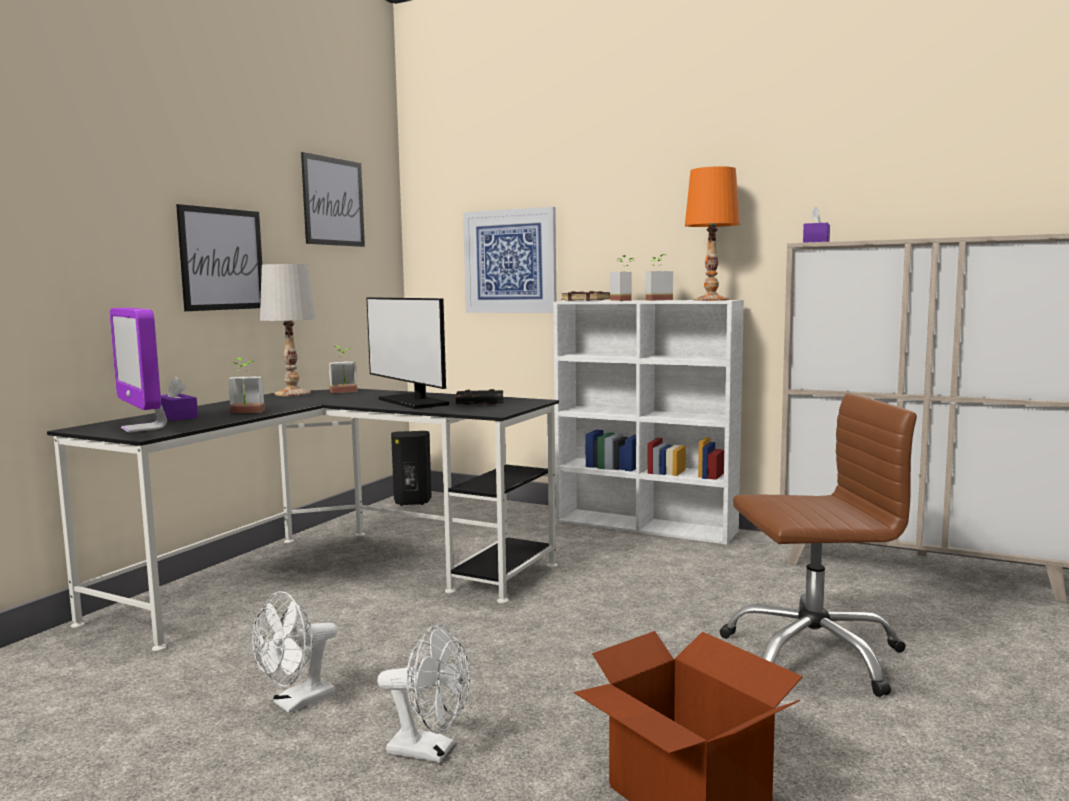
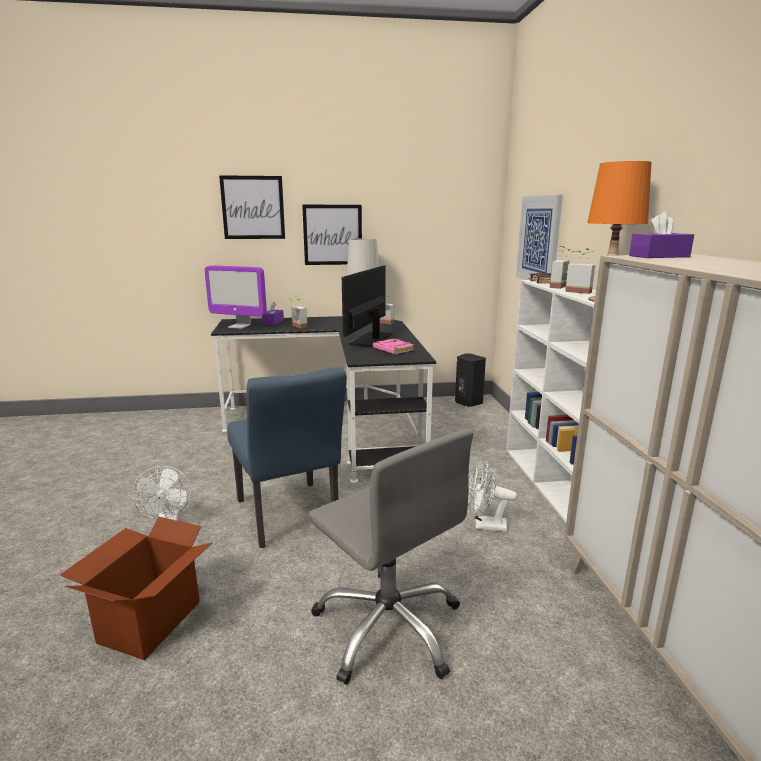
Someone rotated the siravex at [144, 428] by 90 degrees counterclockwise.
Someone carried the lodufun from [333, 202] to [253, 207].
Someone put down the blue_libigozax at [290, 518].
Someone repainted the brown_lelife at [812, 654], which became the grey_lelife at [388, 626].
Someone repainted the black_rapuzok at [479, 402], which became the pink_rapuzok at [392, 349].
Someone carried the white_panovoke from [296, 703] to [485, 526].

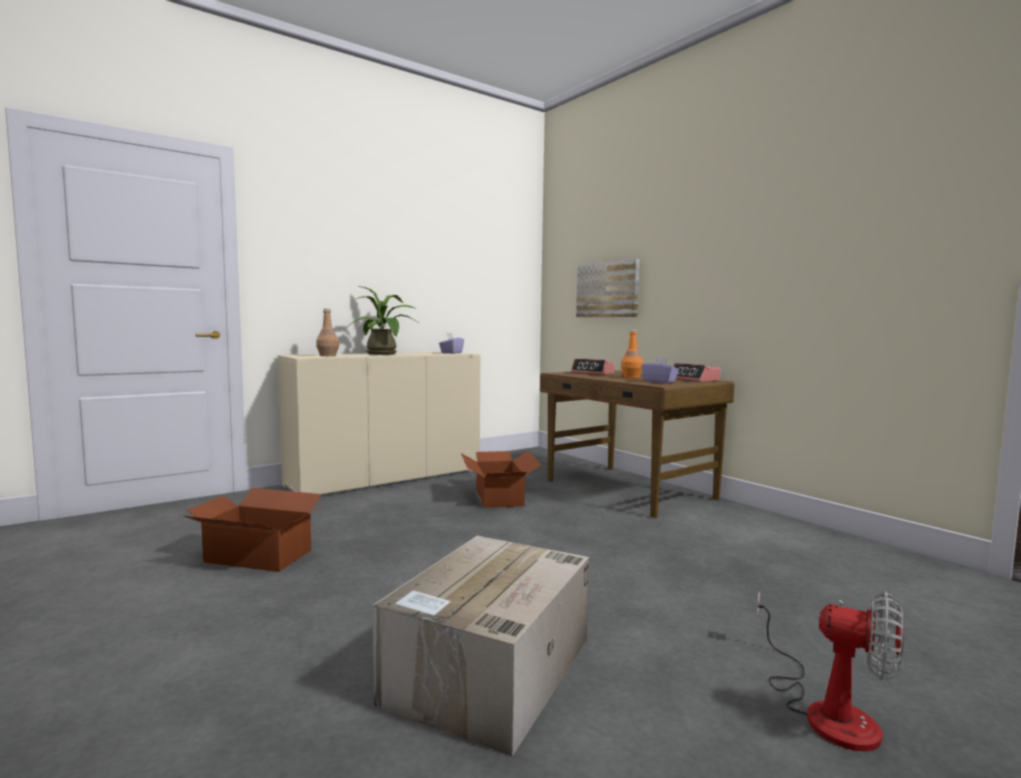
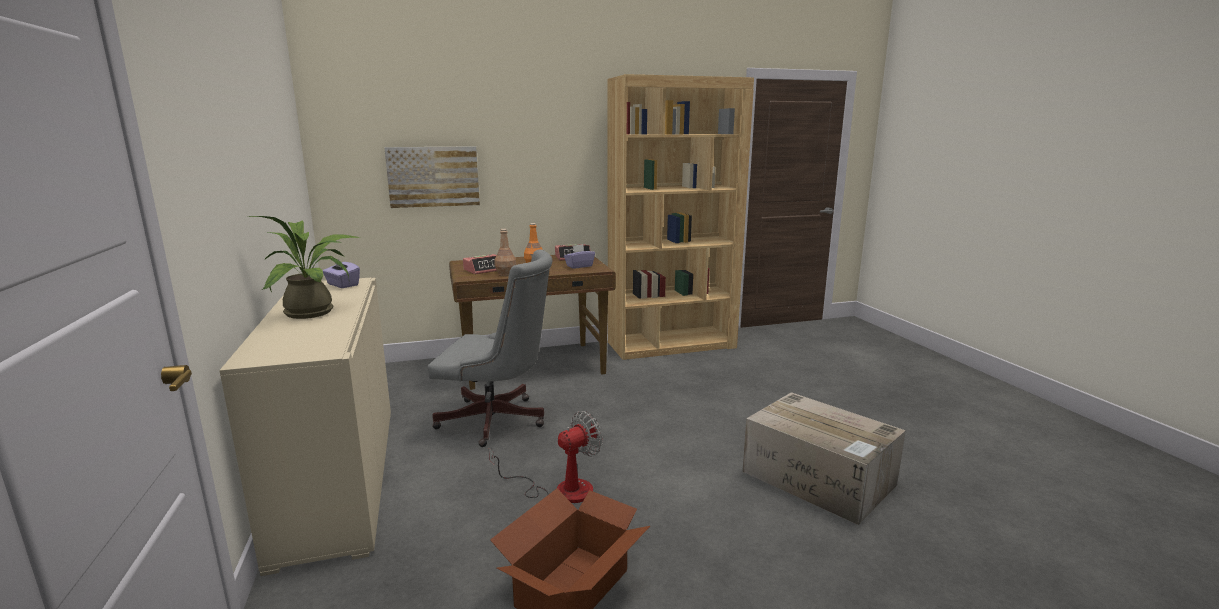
Someone swapped the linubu at [498, 497] for the grey_lelife at [498, 421].
Someone carried the panovoke from [826, 710] to [560, 490].
Someone carried the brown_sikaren from [328, 355] to [506, 274].
Someone put down the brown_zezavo at [672, 345].

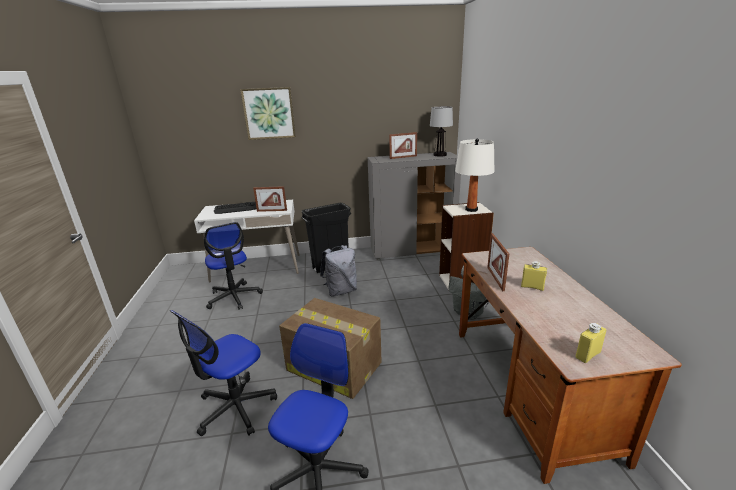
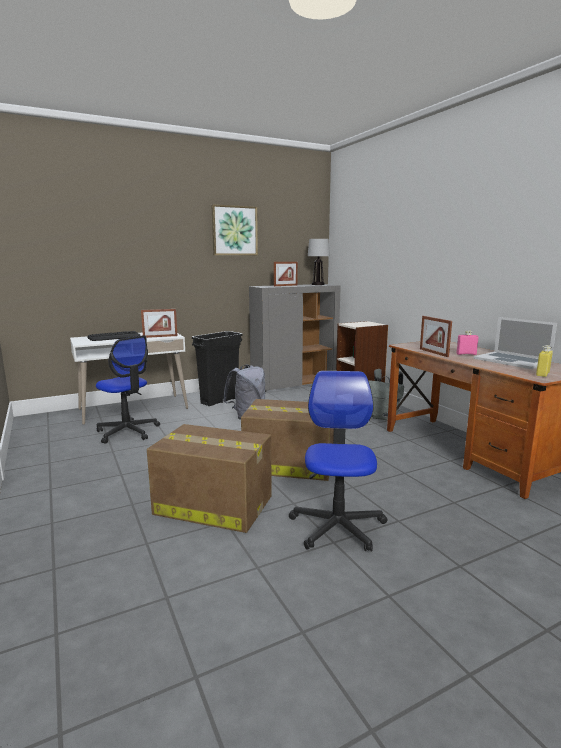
Someone swapped the lelife at [235, 408] for the linubu at [212, 505].
Someone carried the lodufun from [269, 113] to [234, 231].
Someone repainted the yellow_sikaren at [532, 287], which became the pink_sikaren at [466, 354].
Someone put down the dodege at [512, 360].
Someone took away the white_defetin at [471, 209].

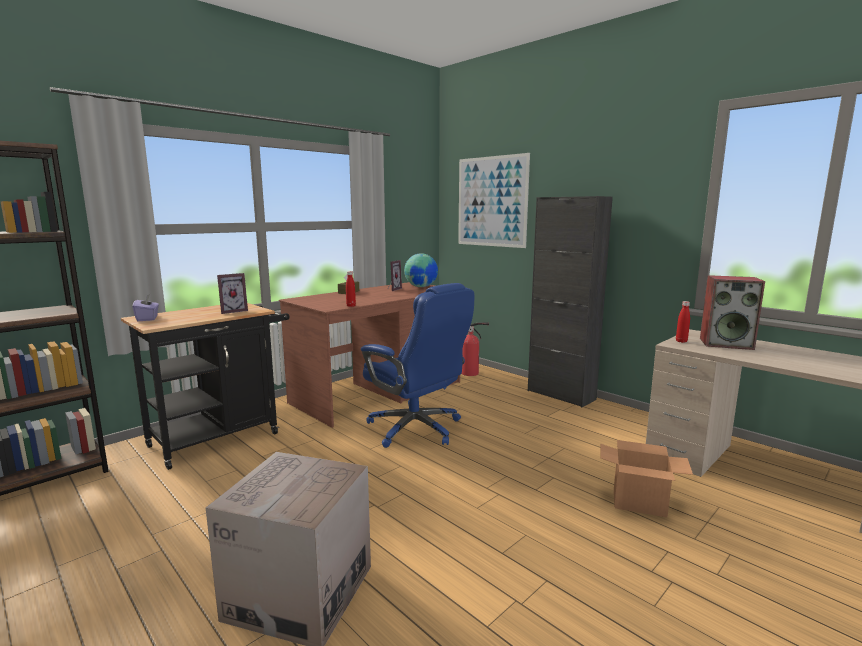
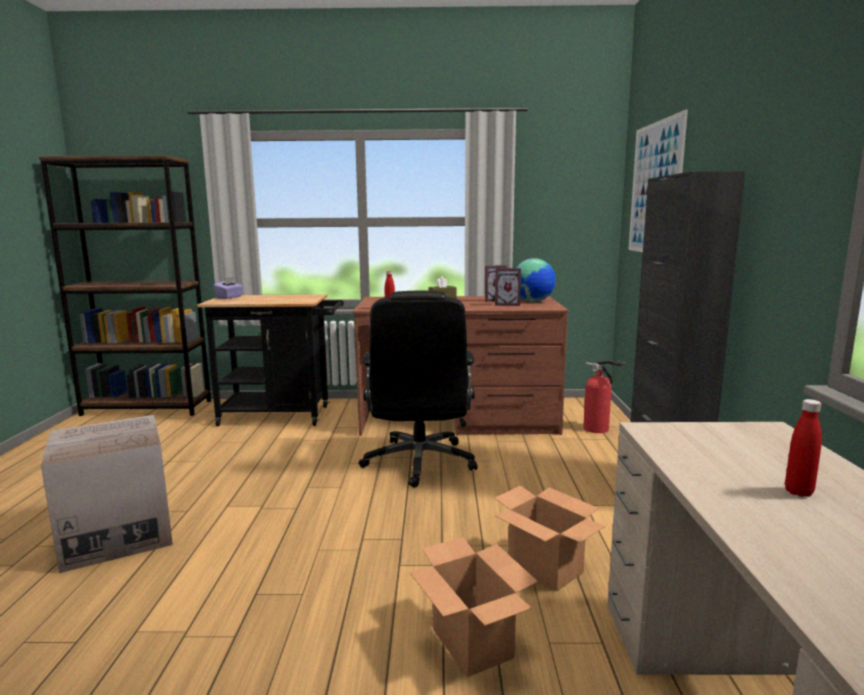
Someone repainted the blue_lelife at [416, 429], which became the black_lelife at [419, 462].
Someone carried the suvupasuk from [232, 311] to [507, 304].
Someone put down the linubu at [546, 568].
Someone carried the red_sikaren from [681, 341] to [798, 492].
Someone took away the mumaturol at [726, 344].

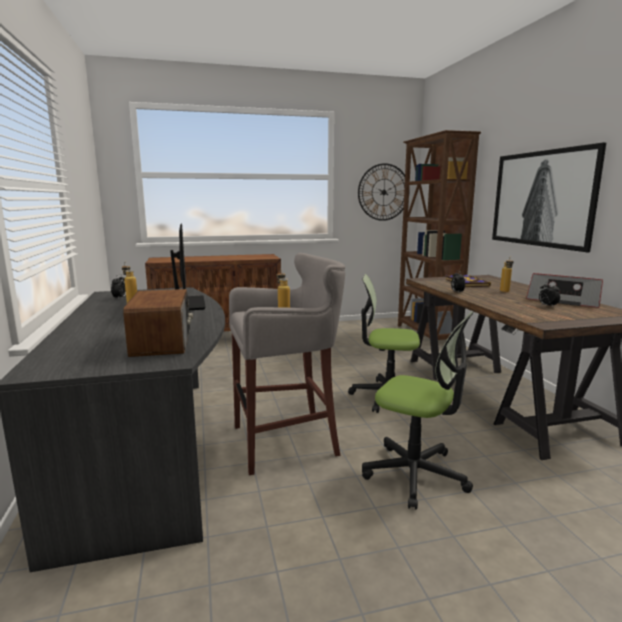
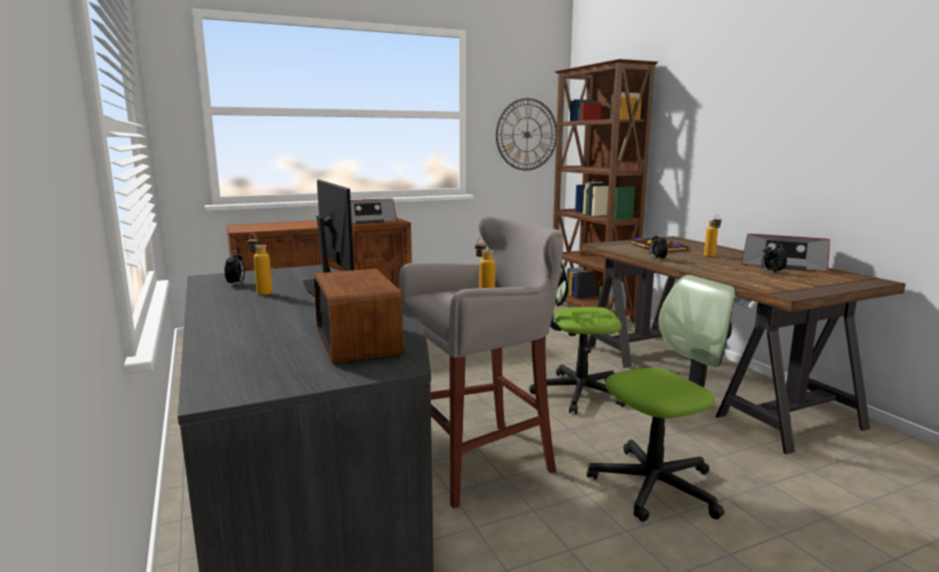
Someone put down the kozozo at [366, 221].
Someone rotated the lelife at [415, 474] by 45 degrees counterclockwise.
Someone took away the lodufun at [541, 198].

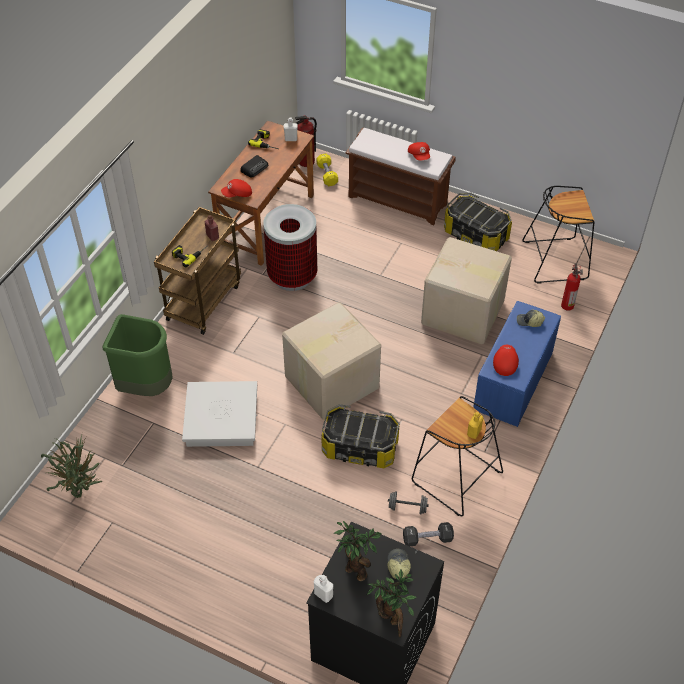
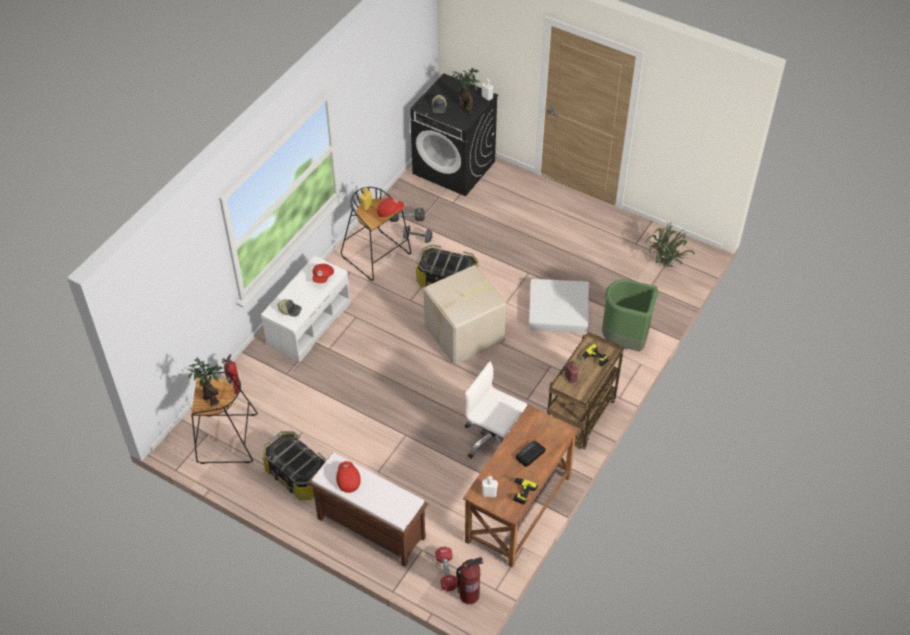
Someone carried the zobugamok from [391, 619] to [210, 398].
Someone repainted the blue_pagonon at [514, 382], which became the white_pagonon at [308, 323].
Someone carried the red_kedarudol from [237, 194] to [389, 211].
Someone repainted the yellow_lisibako at [327, 175], which became the red_lisibako at [446, 572].
Someone swapped the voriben at [292, 276] for the white_lelife at [493, 440].
Someone took away the linubu at [463, 313].

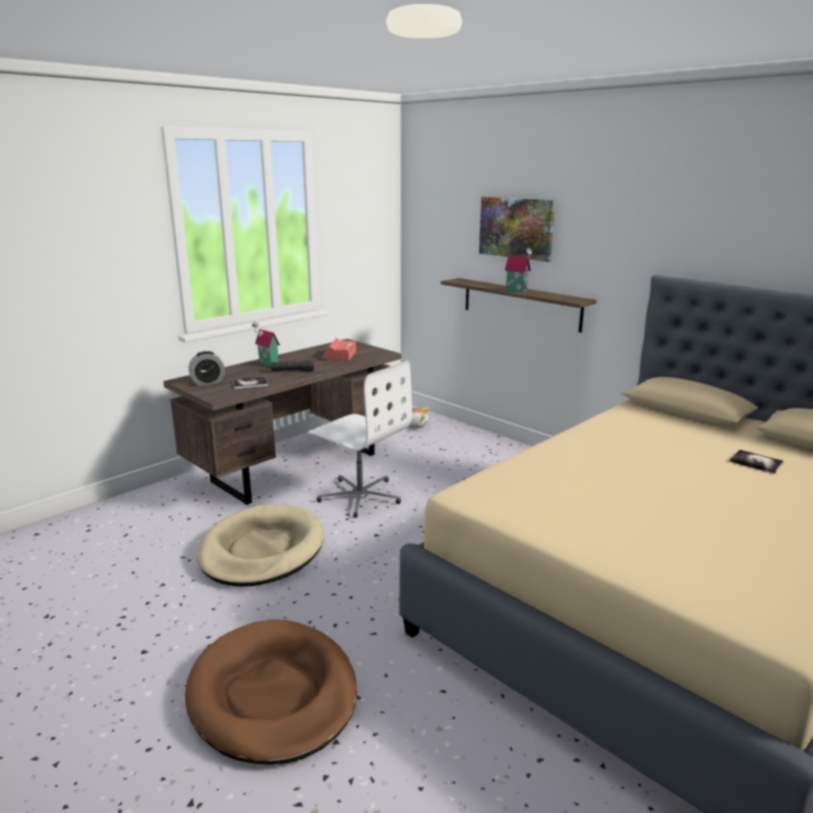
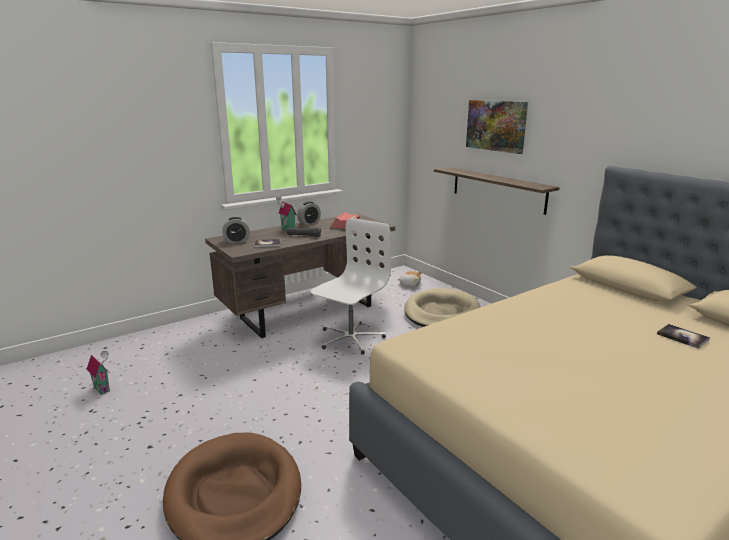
Someone carried the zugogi from [517, 290] to [103, 388].
Someone put down the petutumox at [309, 223].
Someone rotated the white_lelife at [360, 496] by 105 degrees counterclockwise.
Someone carried the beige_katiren from [262, 550] to [441, 313].

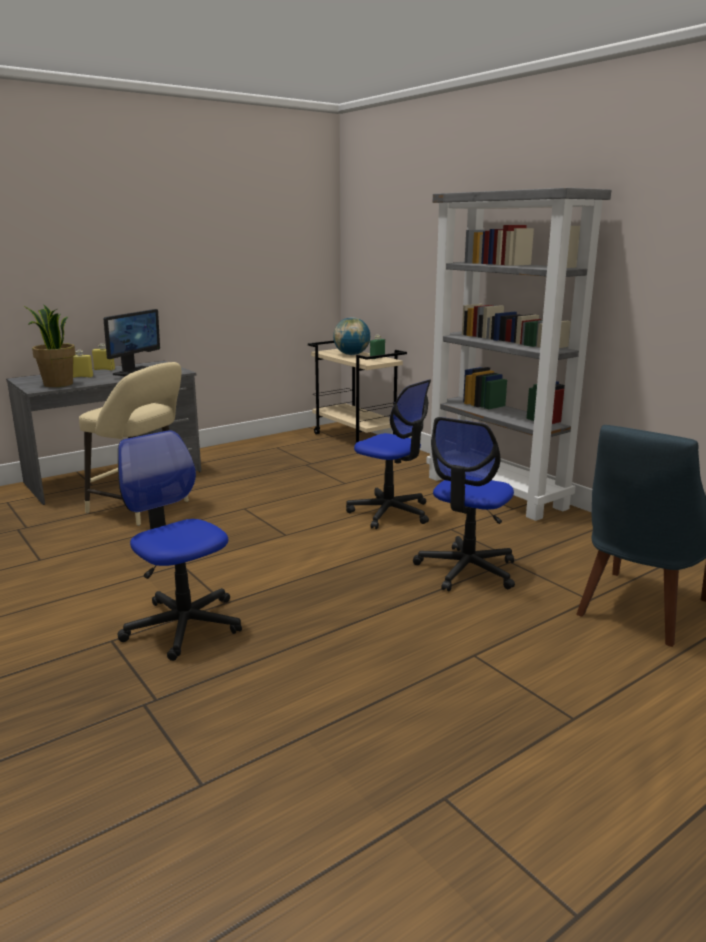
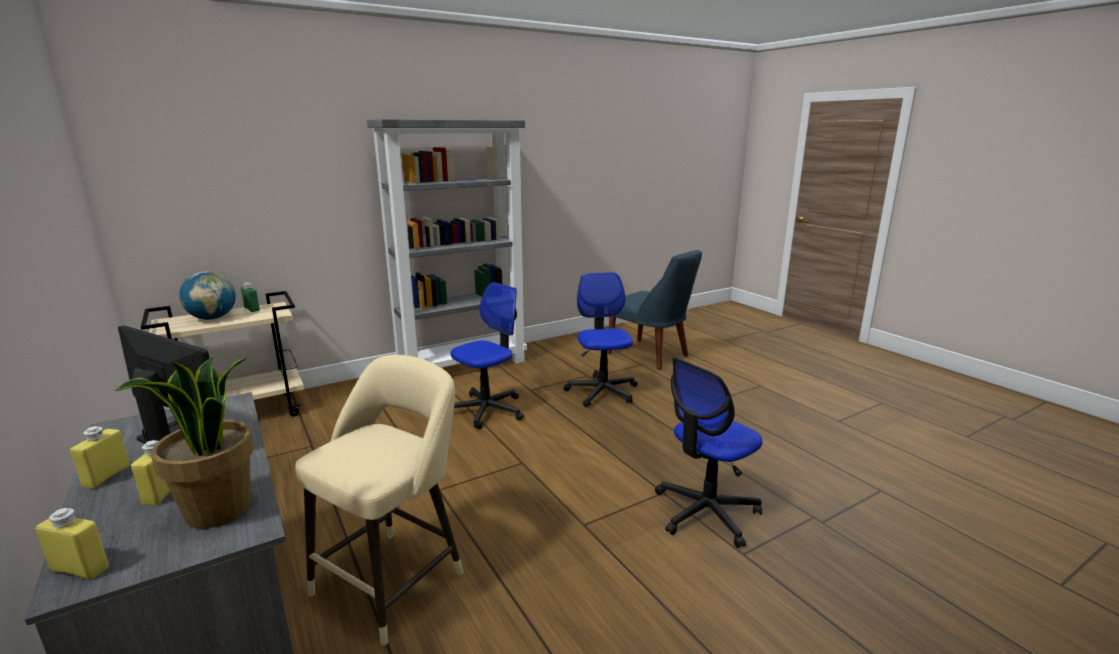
Someone put down the yellow_sikaren at [80, 569].
Someone rotated the lelife at [466, 570] by 135 degrees counterclockwise.

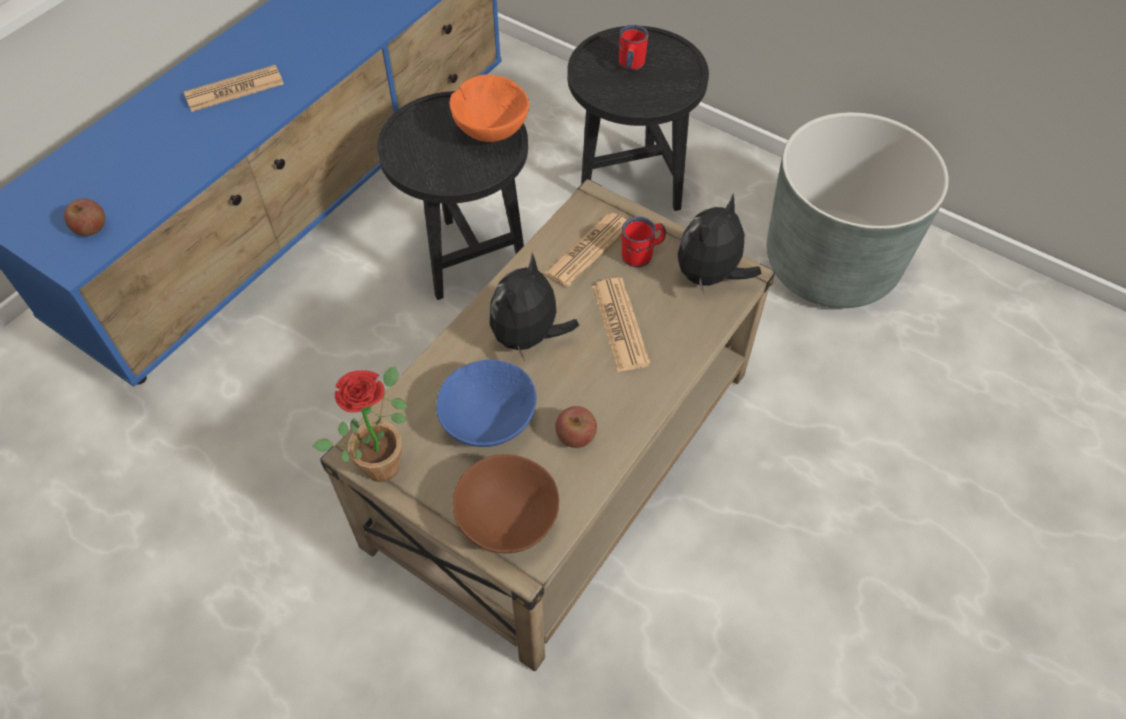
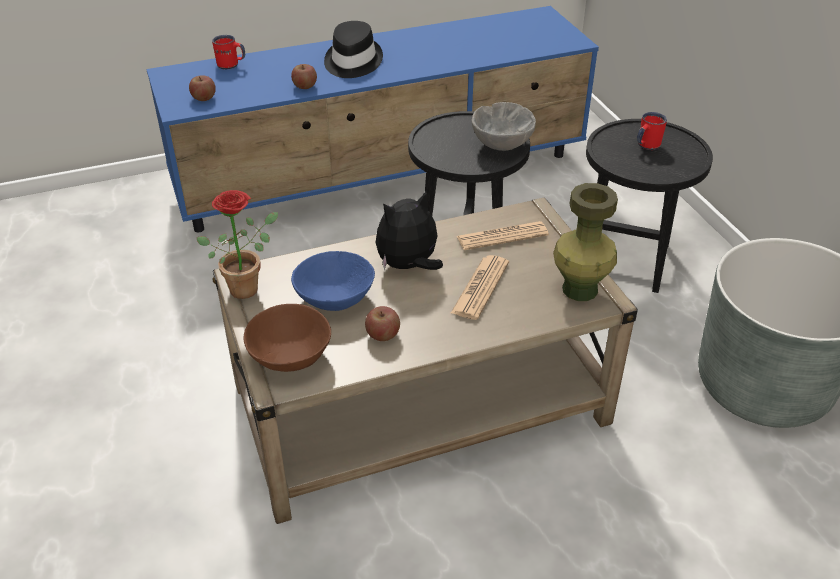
Someone carried the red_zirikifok from [642, 255] to [231, 65].
Someone put down the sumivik at [305, 86].
Someone swapped the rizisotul at [234, 89] for the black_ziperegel at [352, 62].
Someone repainted the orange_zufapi at [490, 129], which became the grey_zufapi at [501, 144].
Someone swapped the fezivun at [710, 276] for the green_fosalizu at [579, 290].

